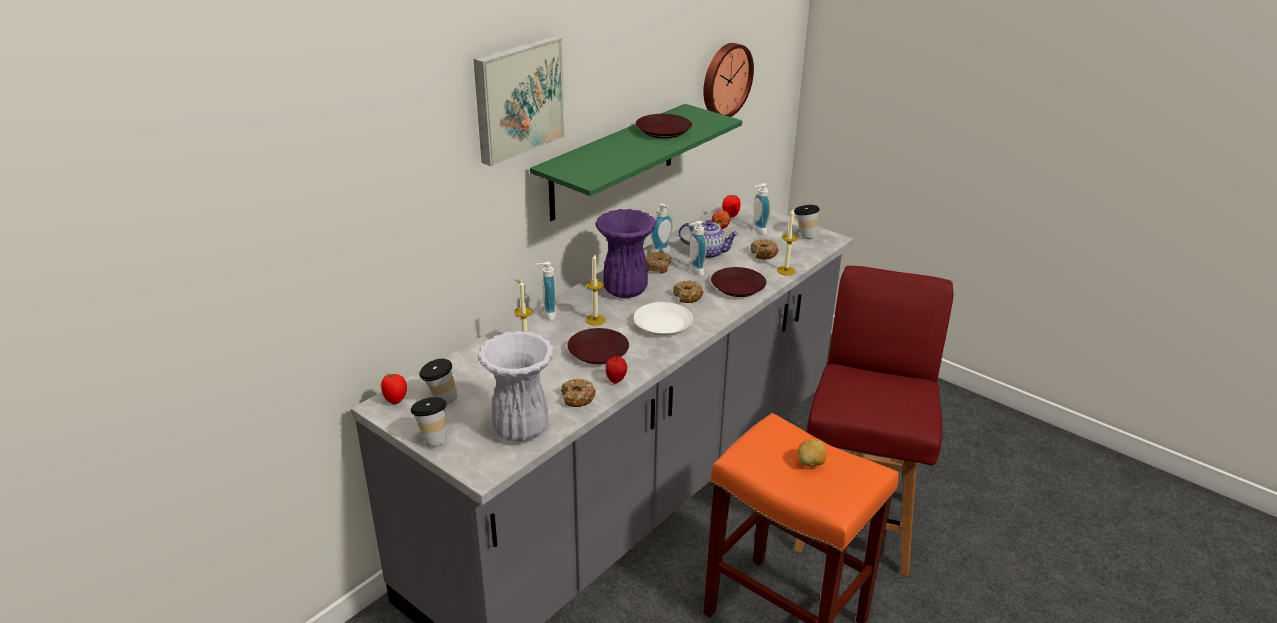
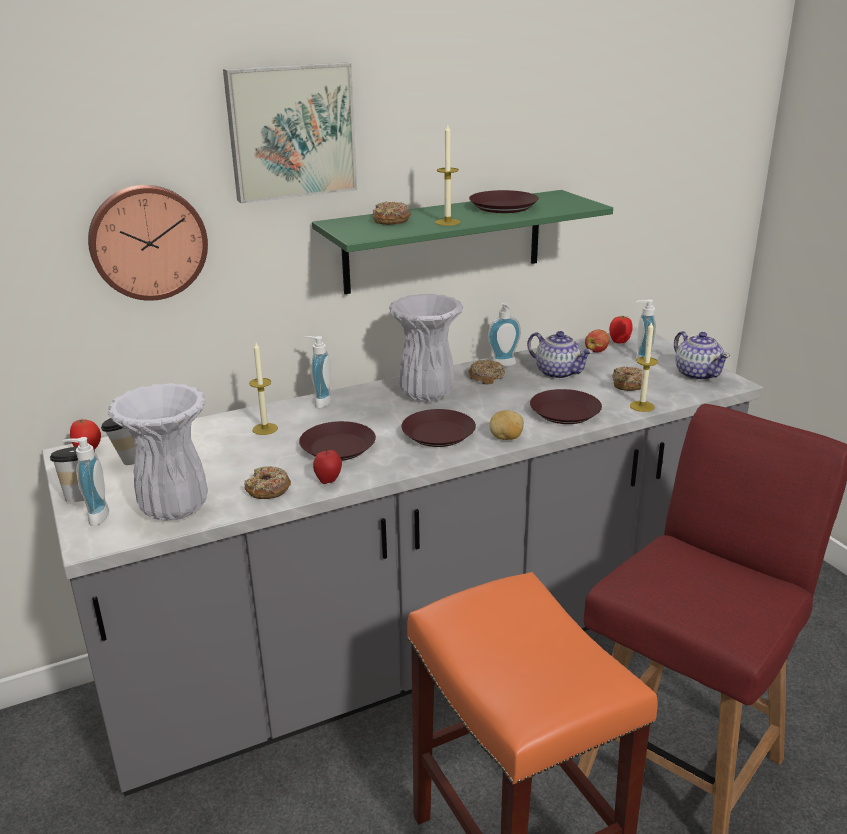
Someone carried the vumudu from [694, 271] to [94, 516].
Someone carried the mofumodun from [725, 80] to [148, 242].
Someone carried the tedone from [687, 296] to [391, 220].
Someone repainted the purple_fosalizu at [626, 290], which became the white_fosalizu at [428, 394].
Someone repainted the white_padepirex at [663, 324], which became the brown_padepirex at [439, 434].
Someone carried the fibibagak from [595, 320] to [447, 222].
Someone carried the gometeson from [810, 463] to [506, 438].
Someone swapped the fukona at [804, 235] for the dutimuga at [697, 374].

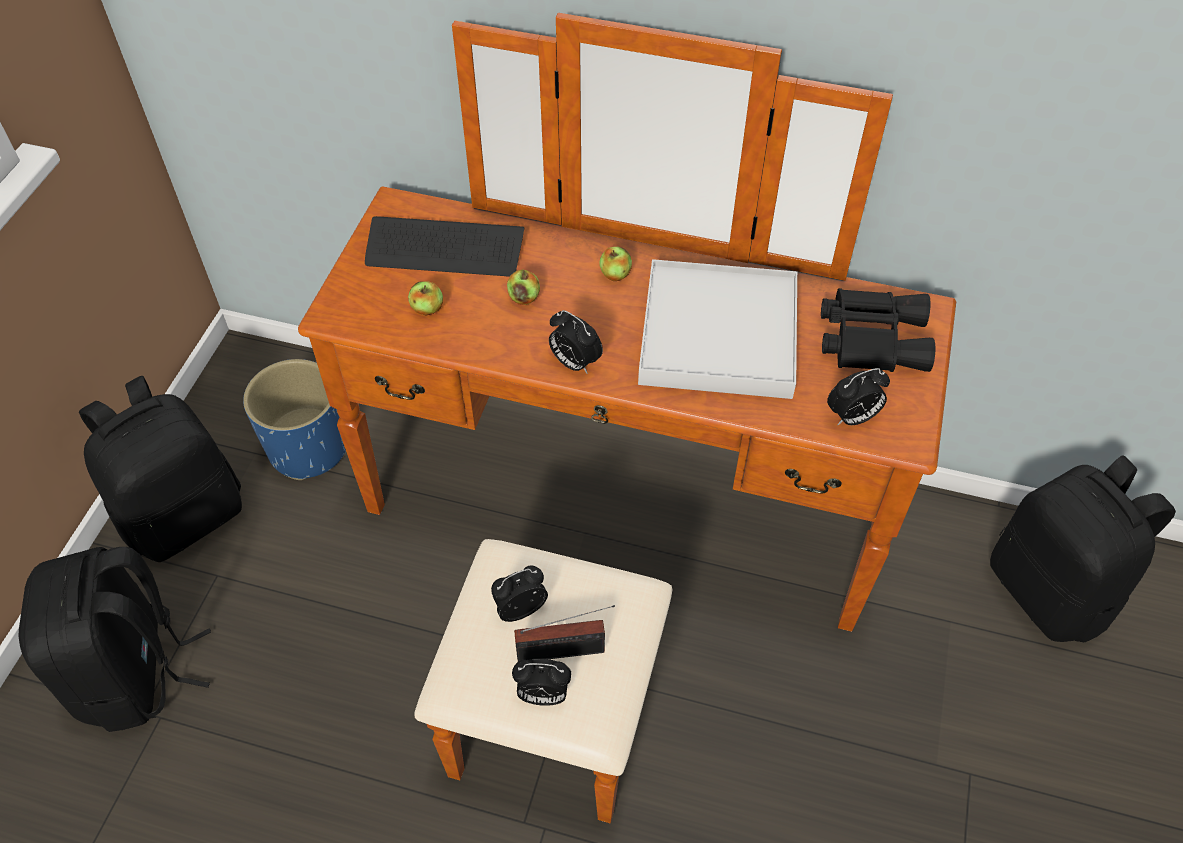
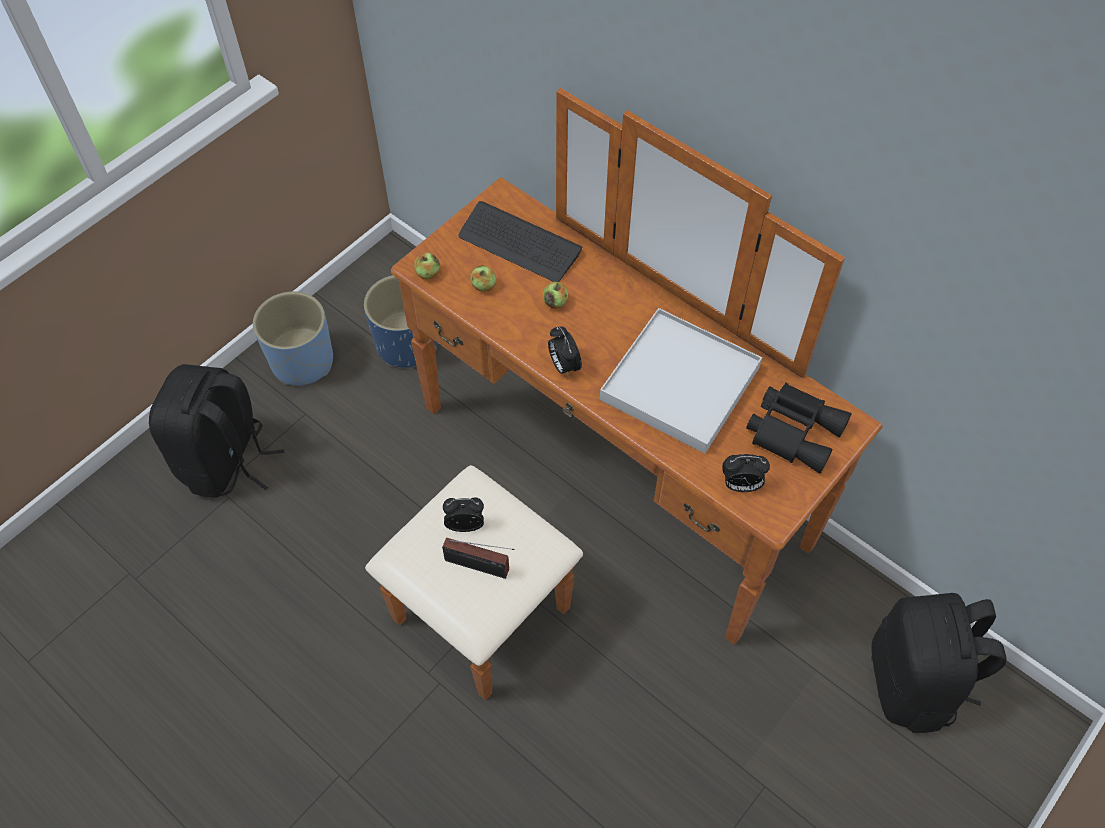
Someone swapped the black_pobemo at [185, 515] for the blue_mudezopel at [303, 361].
Someone carried the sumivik from [615, 274] to [428, 273].
Someone took away the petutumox at [543, 695].

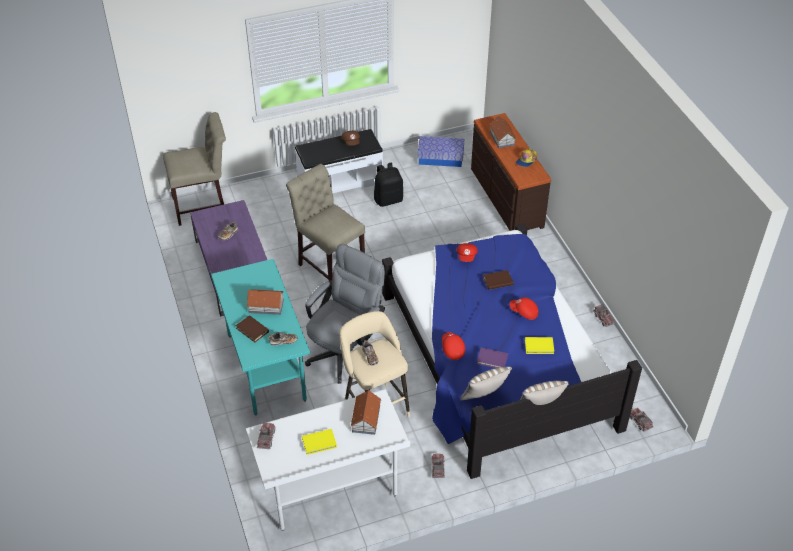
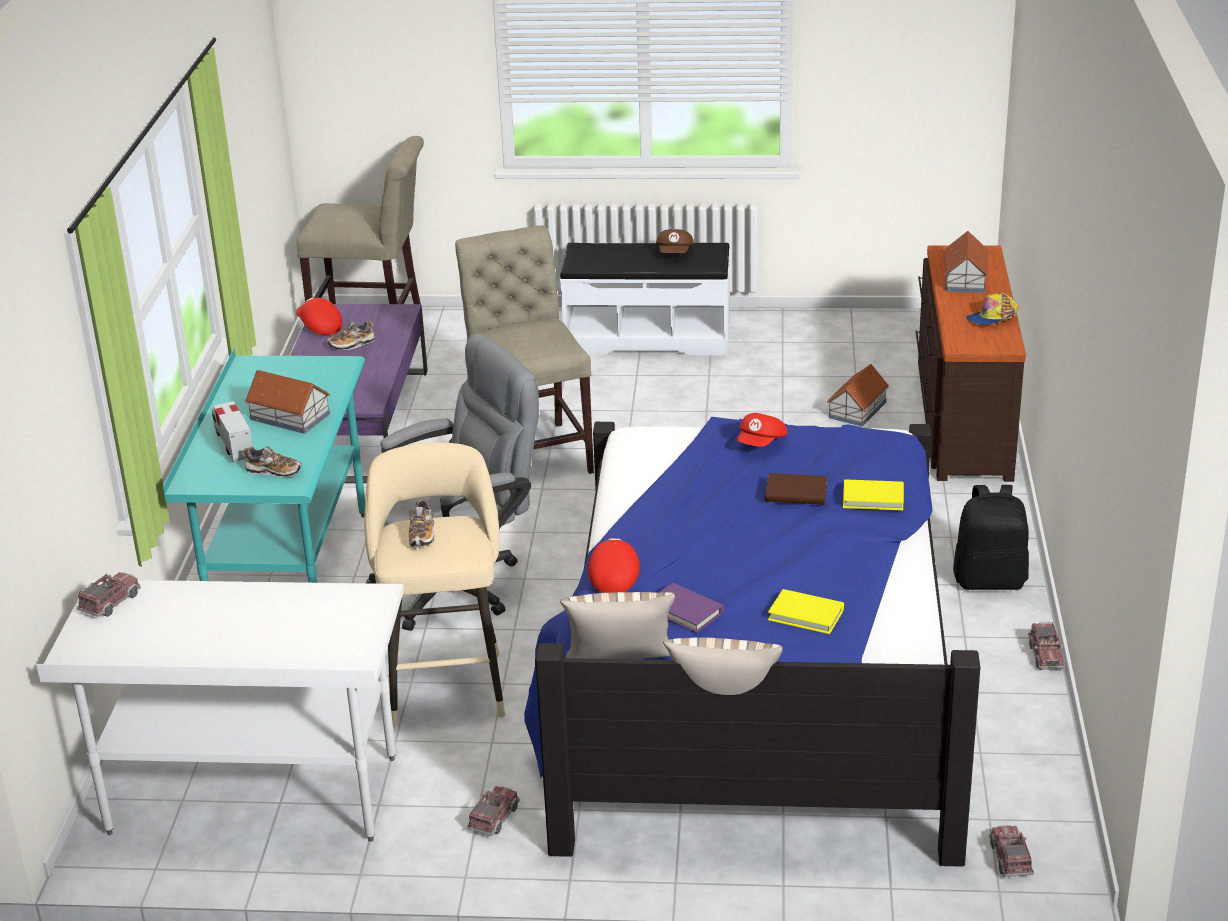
Someone swapped the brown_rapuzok at [252, 330] for the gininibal at [234, 444].
Someone carried the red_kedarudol from [524, 312] to [319, 326].
Someone carried the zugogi from [366, 418] to [858, 409].
Someone carried the yellow_rapuzok from [319, 442] to [873, 498].
Someone carried the black_pobemo from [388, 199] to [990, 580].
Someone took away the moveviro at [440, 158].

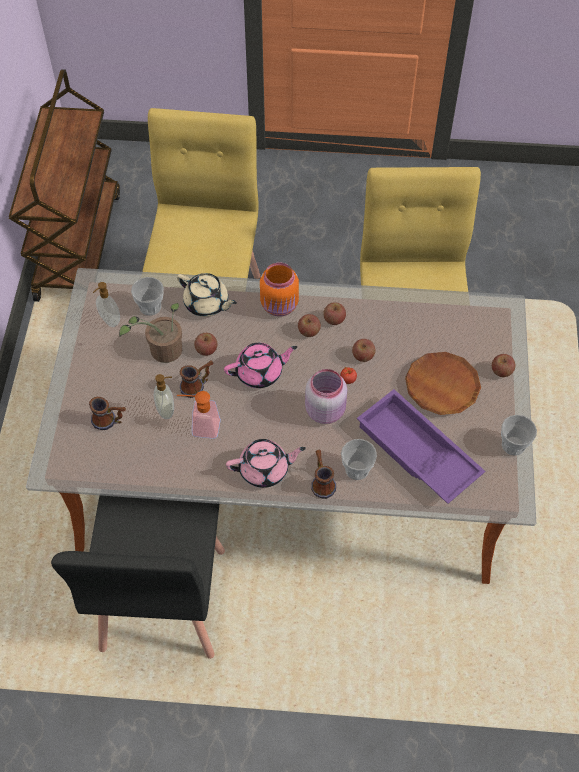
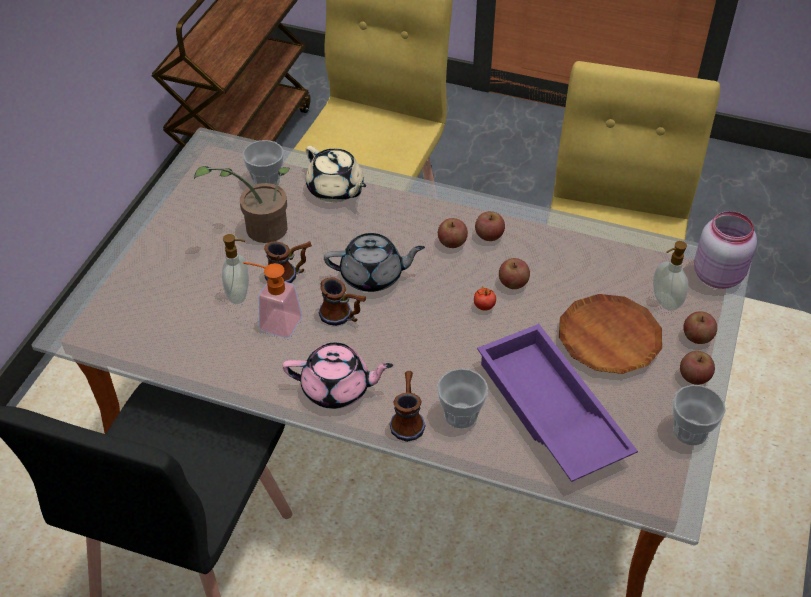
Someone carried the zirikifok from [110, 421] to [343, 317].
Someone repainted the pink_dutimuga at [260, 372], which became the grey_dutimuga at [373, 276].
Someone carried the vumudu from [109, 320] to [664, 302].
Someone carried the sumivik from [206, 349] to [694, 376].
Someone carried the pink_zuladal from [326, 410] to [718, 274].
Someone took away the orange_zuladal at [280, 306].

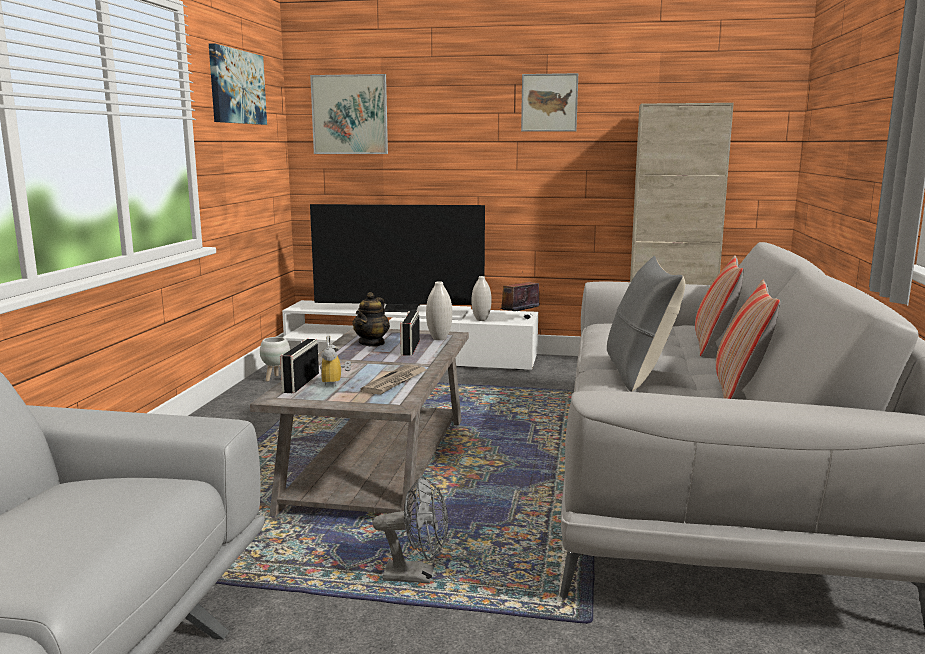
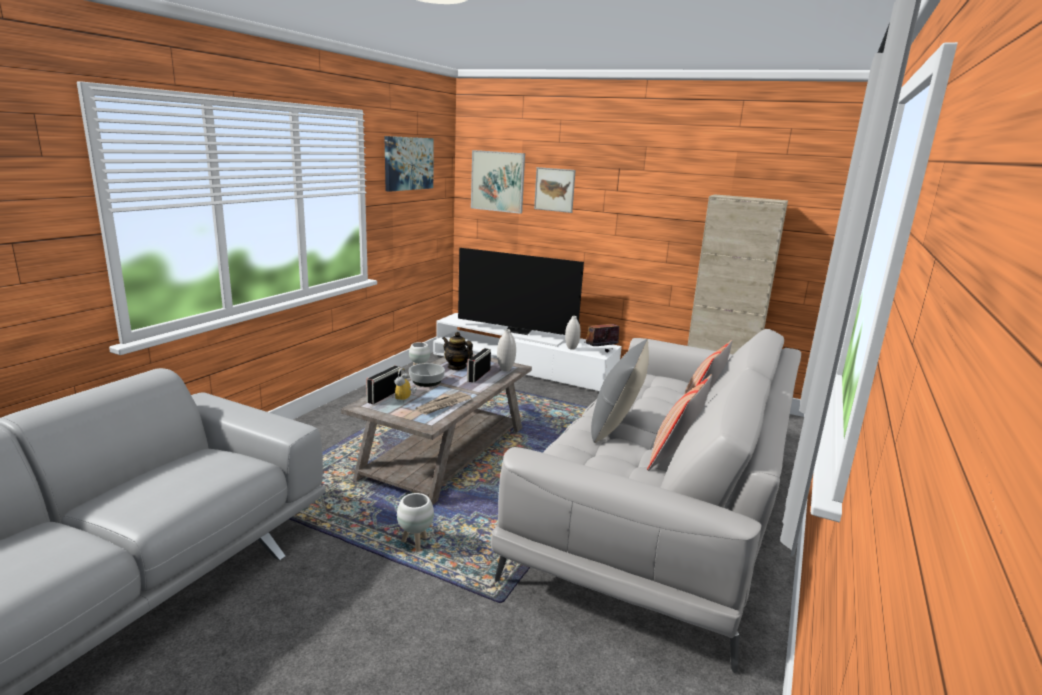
Someone swapped the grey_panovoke at [417, 576] for the white_mudezopel at [415, 543].
Someone put down the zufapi at [426, 381].
Someone rotated the dutimuga at [372, 343] by 90 degrees clockwise.
Someone carried the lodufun from [549, 102] to [554, 189].

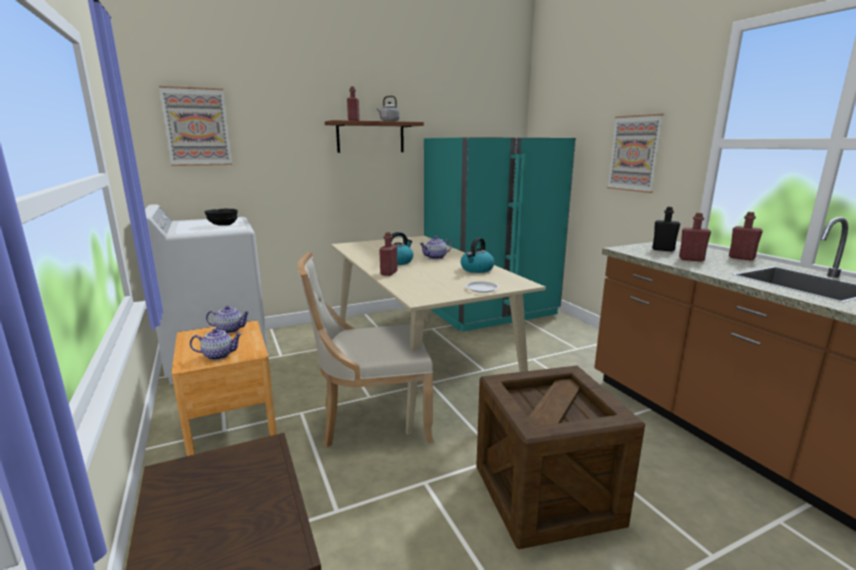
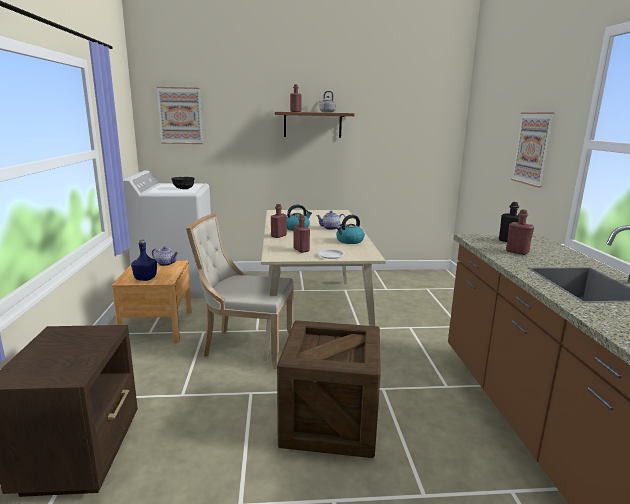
Someone swapped the dutimuga at [219, 355] for the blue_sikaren at [145, 278].
Someone carried the red_sikaren from [741, 258] to [301, 250].
Someone took away the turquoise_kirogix at [490, 310].

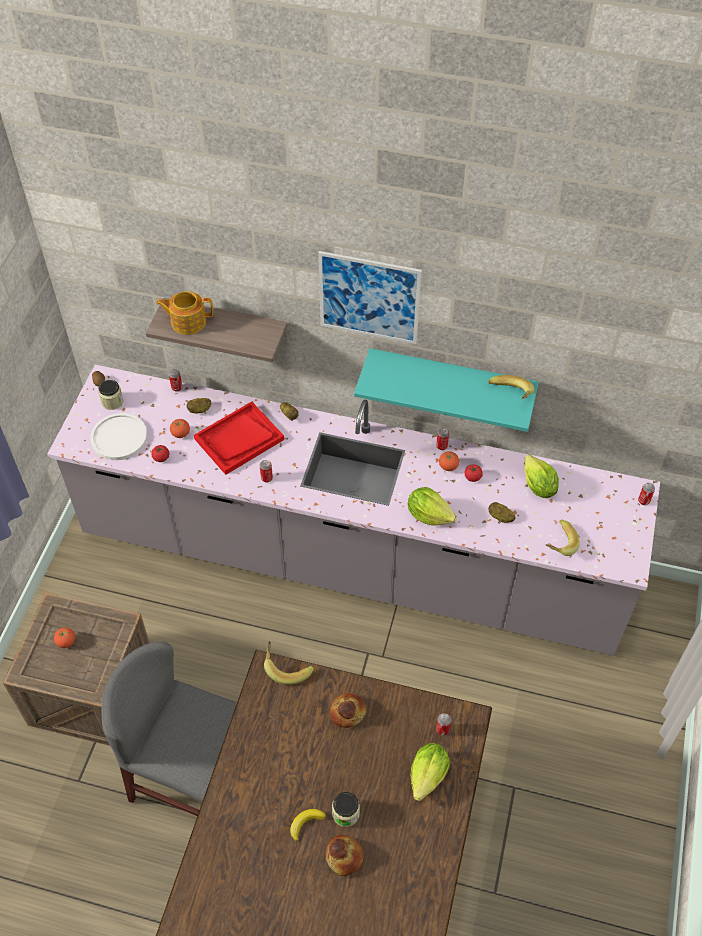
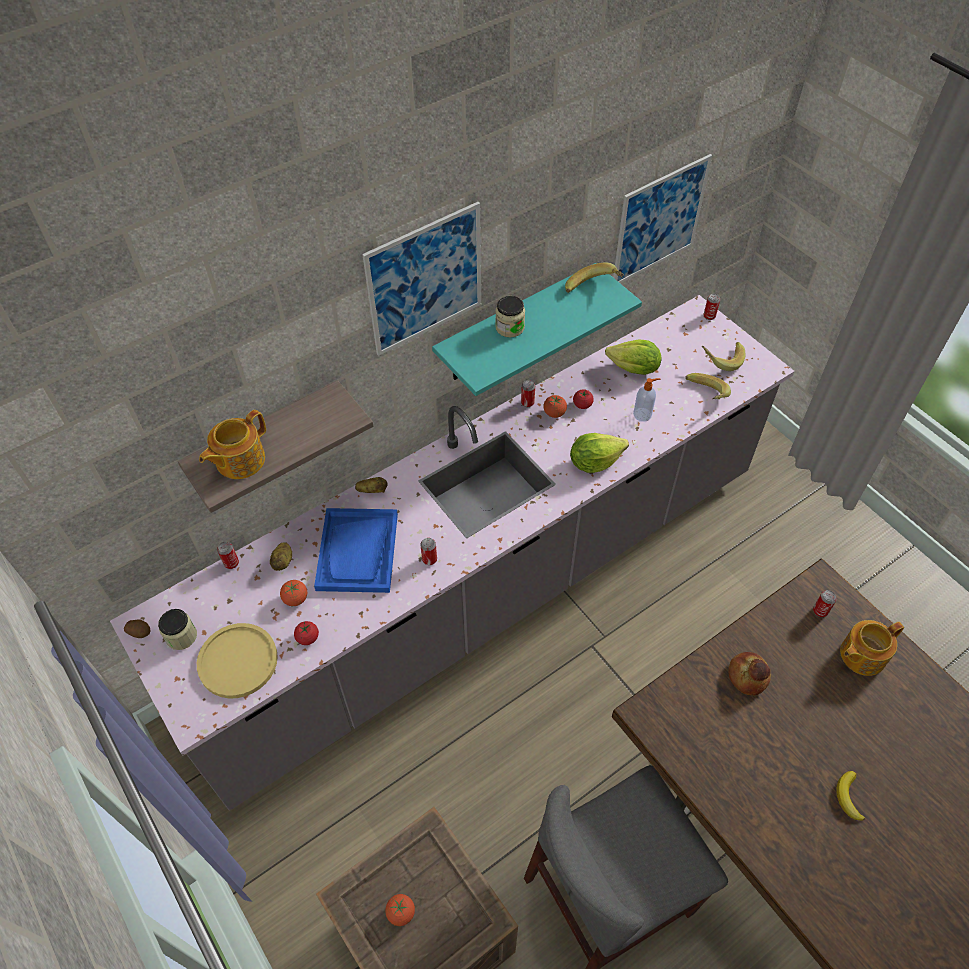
Someone repainted the white_padepirex at [119, 437], which became the yellow_padepirex at [238, 661].
Someone repainted the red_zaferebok at [239, 439], which became the blue_zaferebok at [358, 552].
Someone carried the zuladal from [345, 813] to [510, 327].
Someone put up the lodufun at [659, 221].
Someone swapped the gometeson at [500, 517] for the vumudu at [643, 414].
Someone carried the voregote from [287, 667] to [720, 360].
Someone swapped the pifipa at [428, 775] for the dutimuga at [861, 655].
Someone took away the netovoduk at [344, 856].

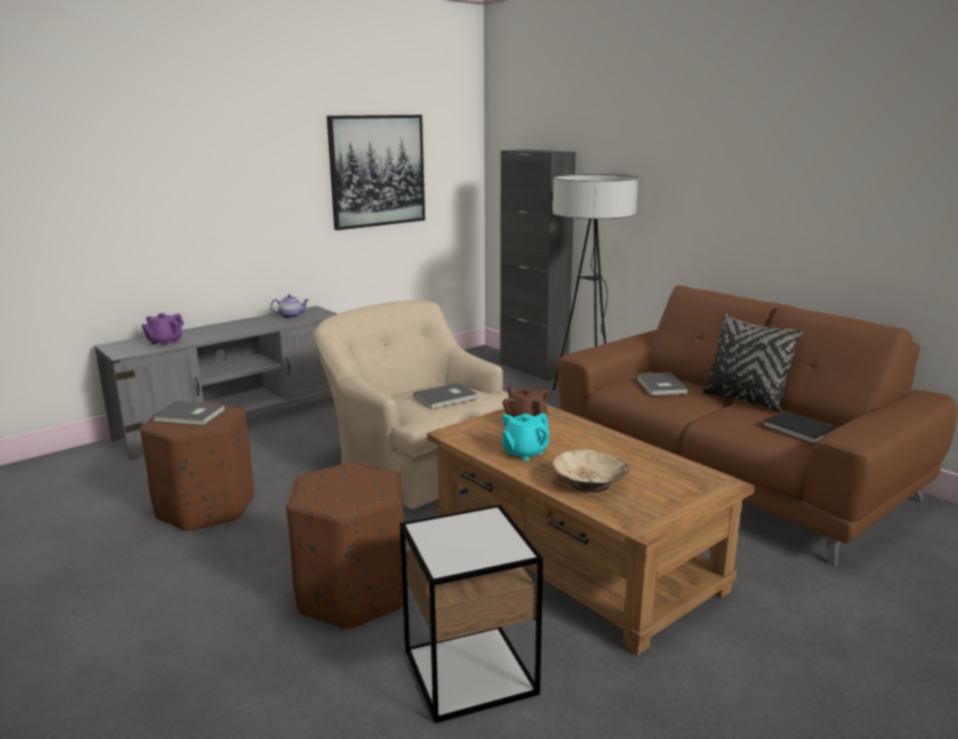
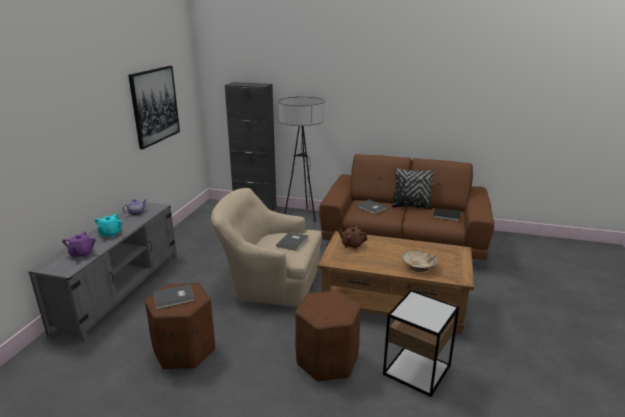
Someone carried the turquoise_dutimuga from [524, 452] to [110, 234].

